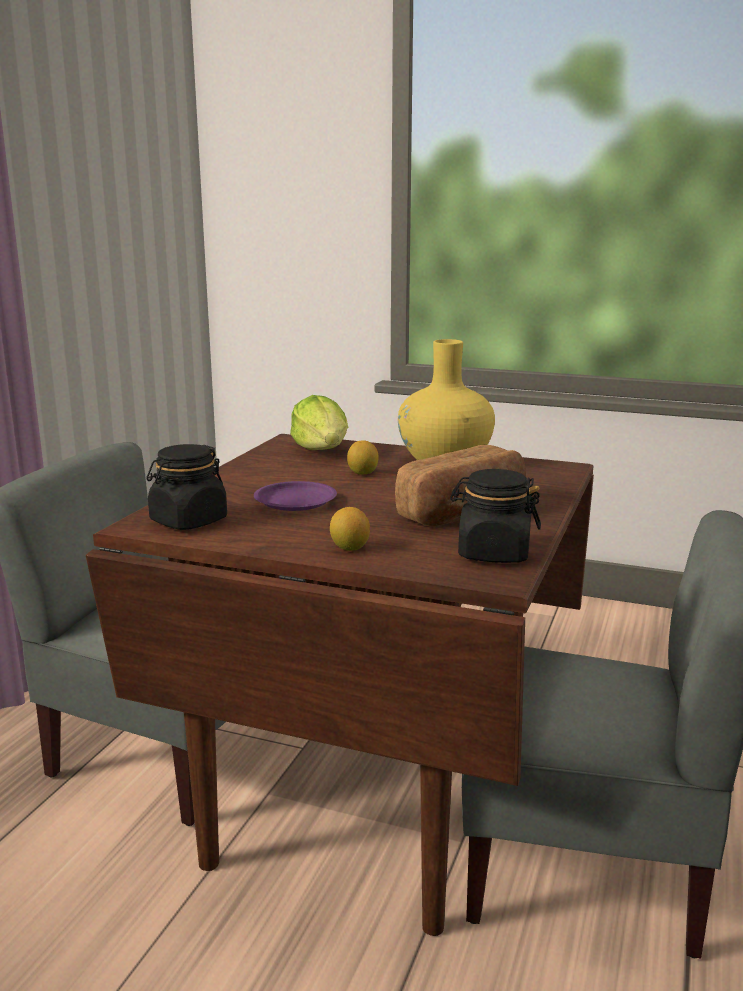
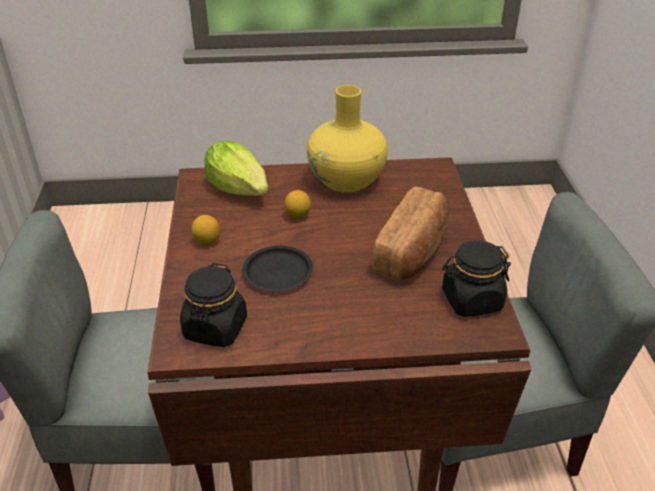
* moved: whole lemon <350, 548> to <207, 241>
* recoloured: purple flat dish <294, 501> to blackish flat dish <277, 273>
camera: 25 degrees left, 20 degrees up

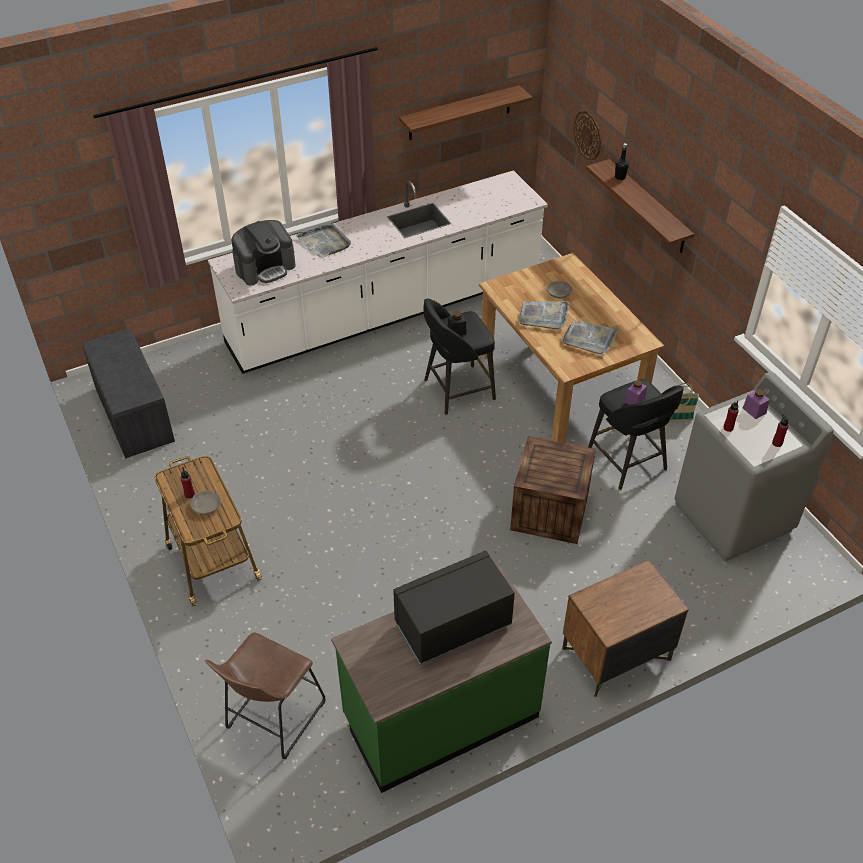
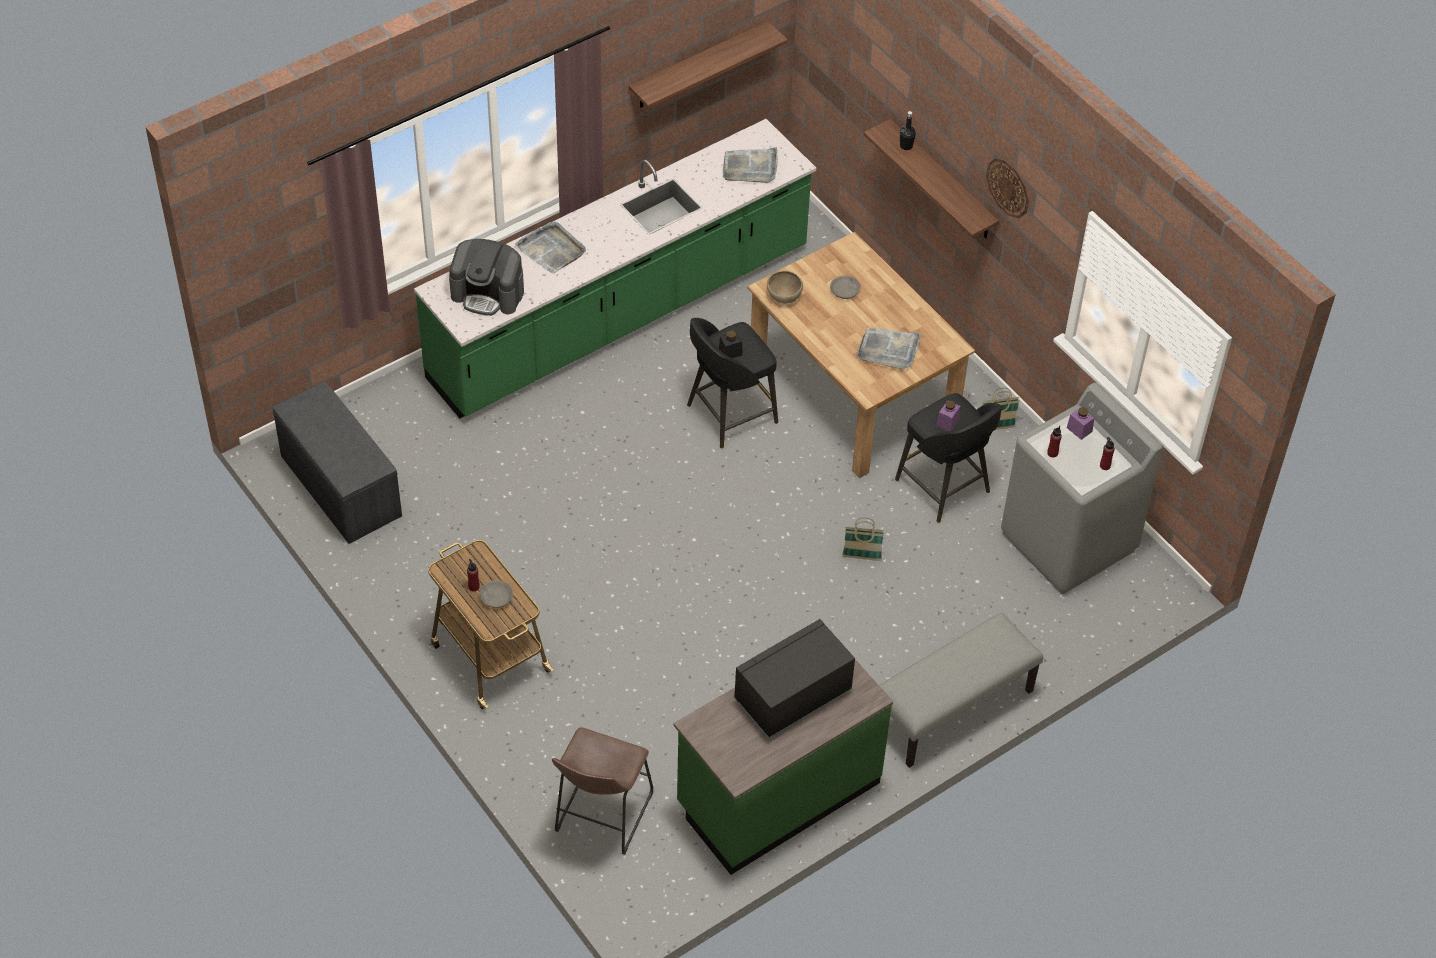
* added: brown serving bowl <783, 298>
* moved: gray serving tray <543, 316> to <750, 167>
* moved: hanging clock <587, 135> to <1008, 187>
* replaced: shipping crate <549, 511> to storage basket <861, 557>
* replaced: brown nightstand <615, 655> to gray bench <952, 710>
* recoloured: whitish counter <386, 313> to green counter <620, 315>
* turned: coffee machine <265, 268> = <488, 293> 60 degrees clockwise
camera: 10 degrees left, 5 degrees up

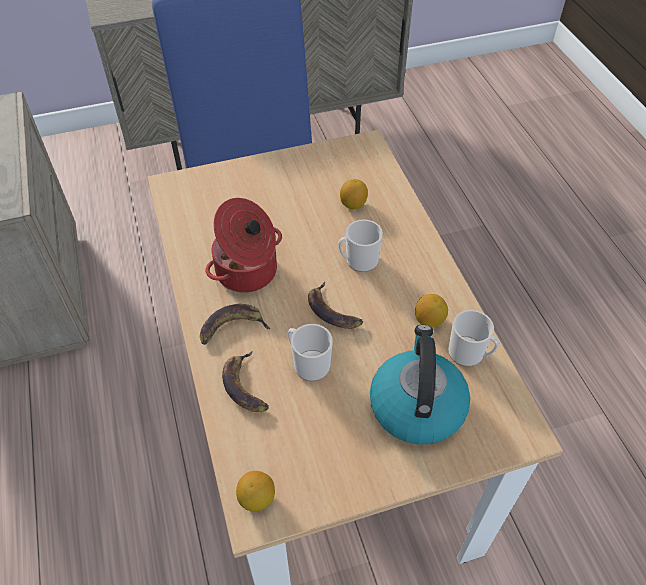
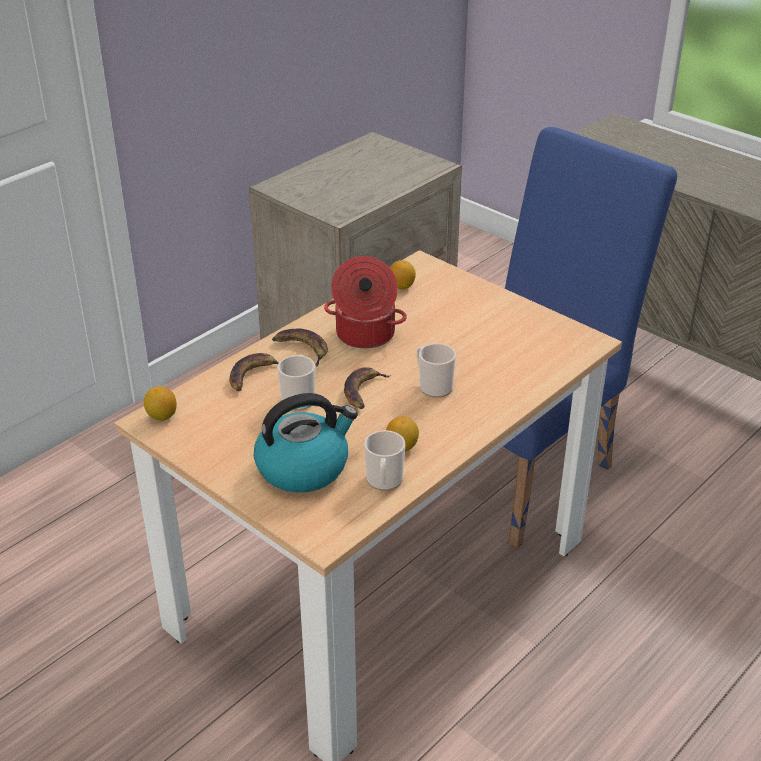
* moved: whole lemon <353, 204> to <401, 286>
camera: 60 degrees right, 15 degrees down

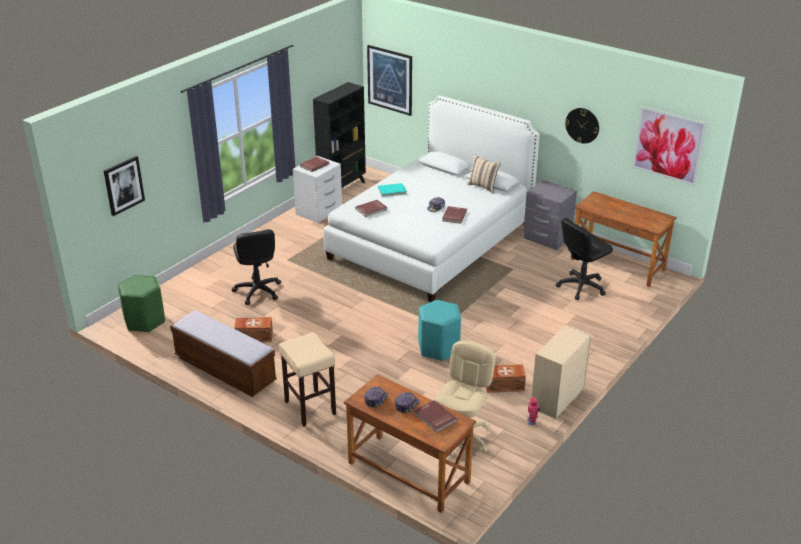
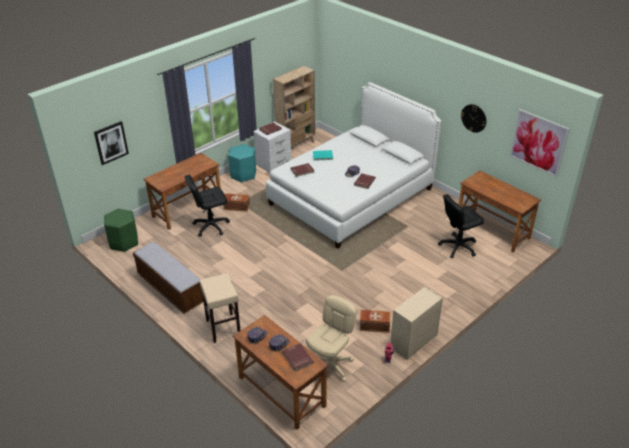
* removed: picture <390, 80>
* removed: sand-coloured cushion <483, 186>
* removed: gray nightstand <547, 238>
* added: brown desk unit <187, 209>
* moved: brown storage container <254, 336> to <236, 207>
* moved: turquoise stool <438, 348> to <243, 175>
* recoloured: blackish bookshelf <342, 188> to sand-coloured bookshelf <296, 146>
* turned: blackish office chair <257, 291> = <211, 226> 75 degrees clockwise
camera: 10 degrees right, 5 degrees up

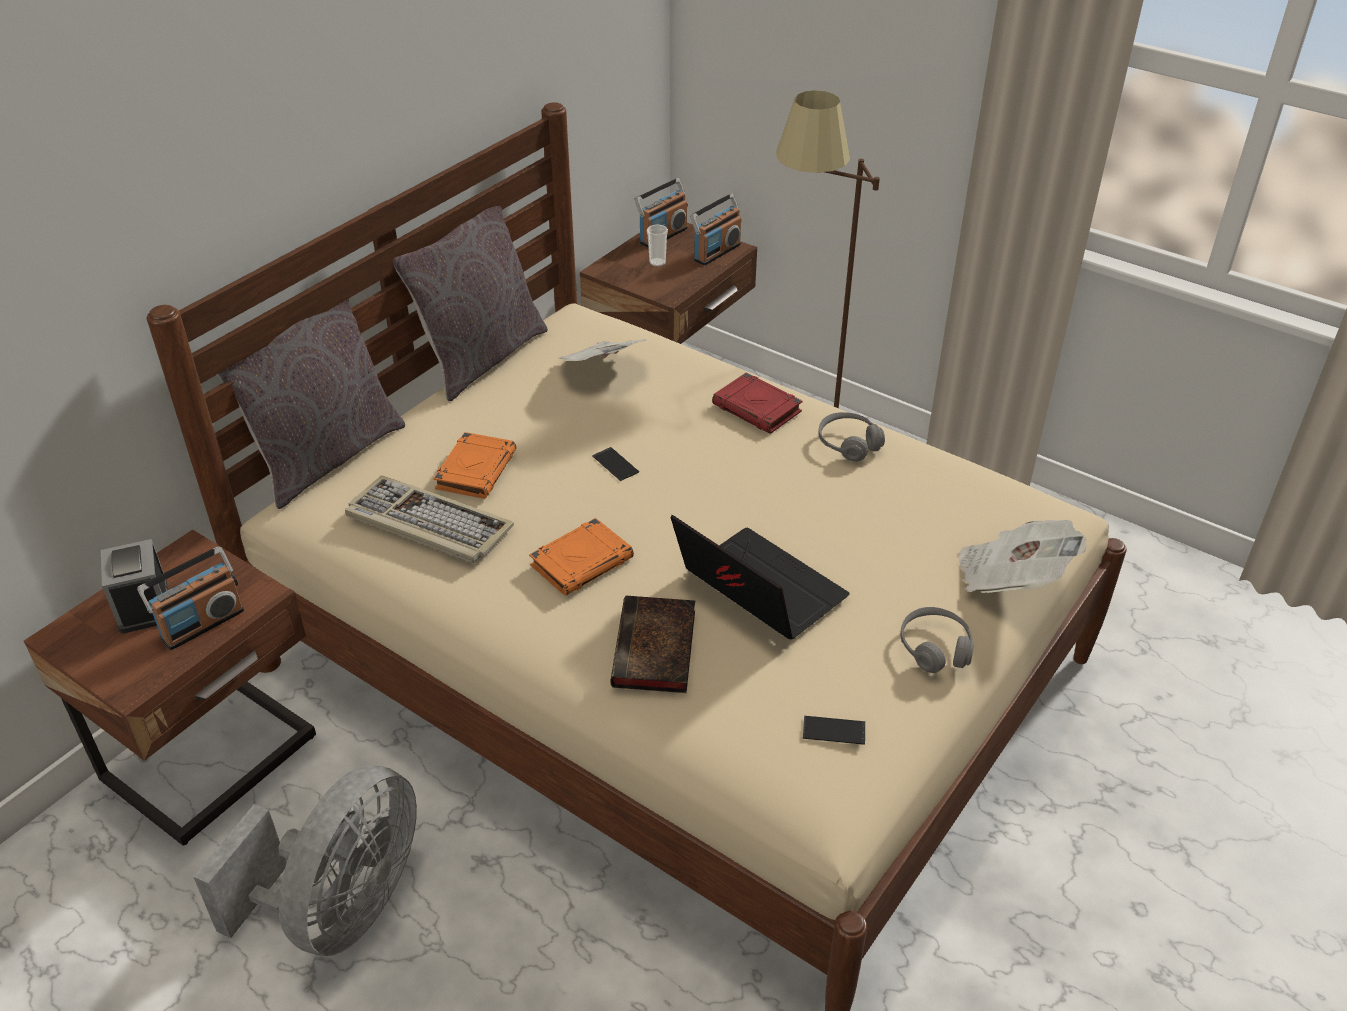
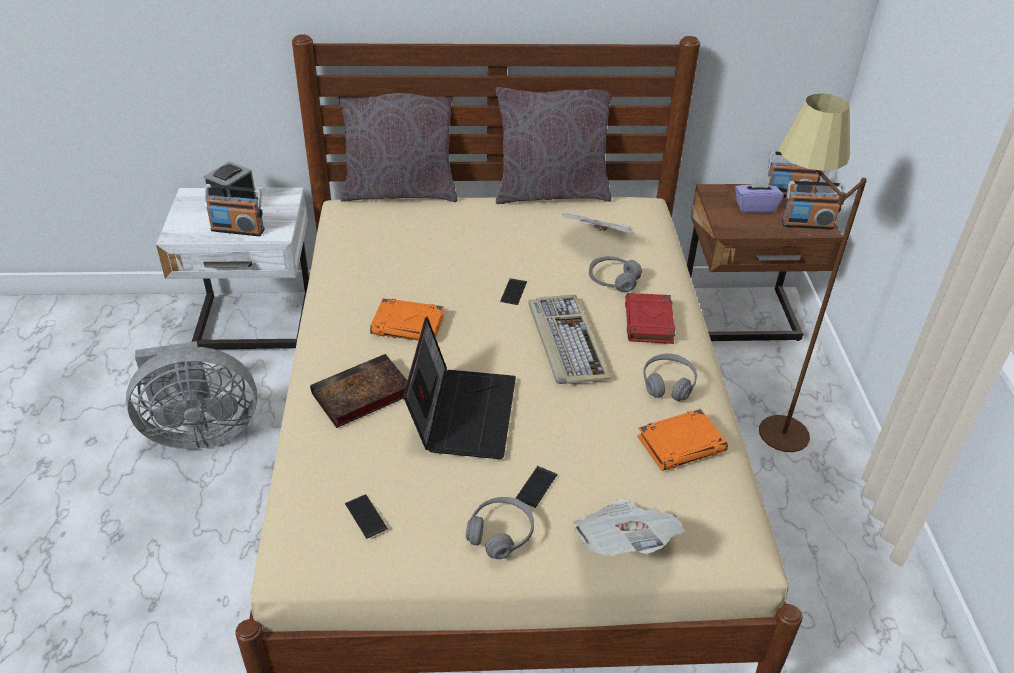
* added: handset <536, 487>
* added: gray headset <613, 280>
* moved: PC keyboard <426, 524> to <565, 341>
* moved: orange-coloured book <476, 470> to <681, 444>
* replaced: cup <657, 262> to purple box of tissues <755, 207>
* recoloured: brown nightstand <215, 761> to whitish nightstand <255, 326>
camera: 50 degrees right, 0 degrees up

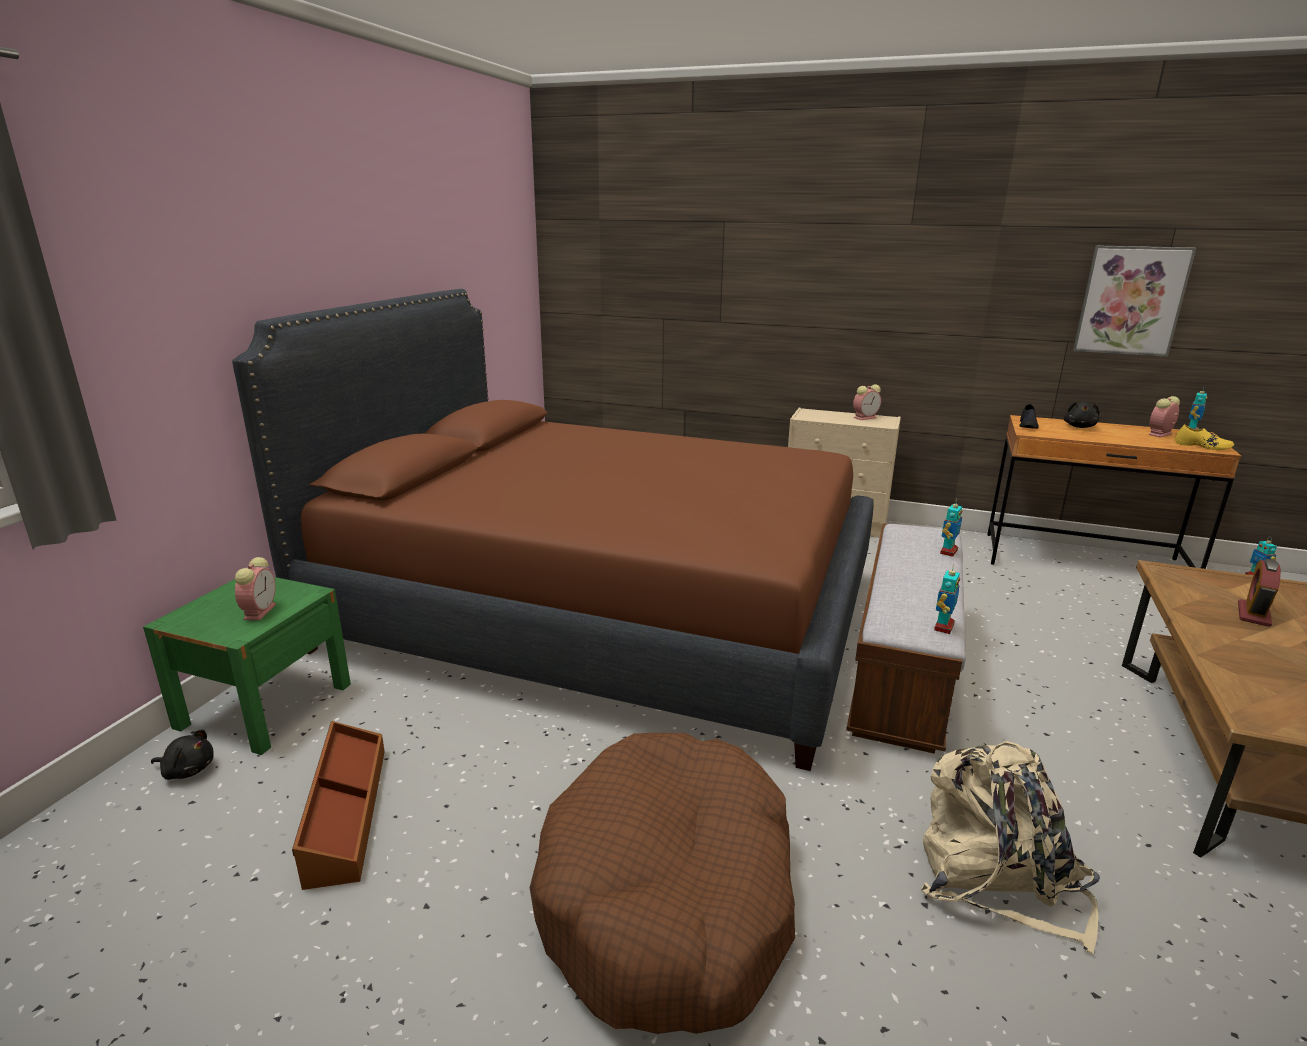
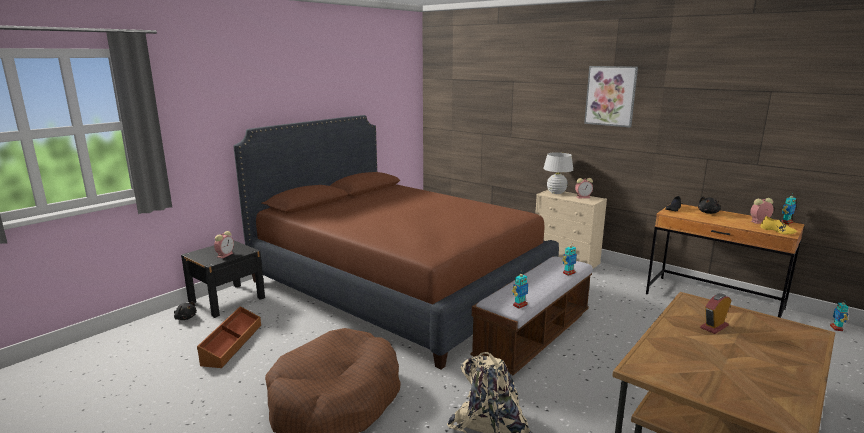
* added: whitish table lamp <556, 192>
* moved: picture <1130, 301> to <610, 96>
* recoloured: green nightstand <265, 705> to blackish nightstand <227, 300>
camera: 20 degrees right, 5 degrees down

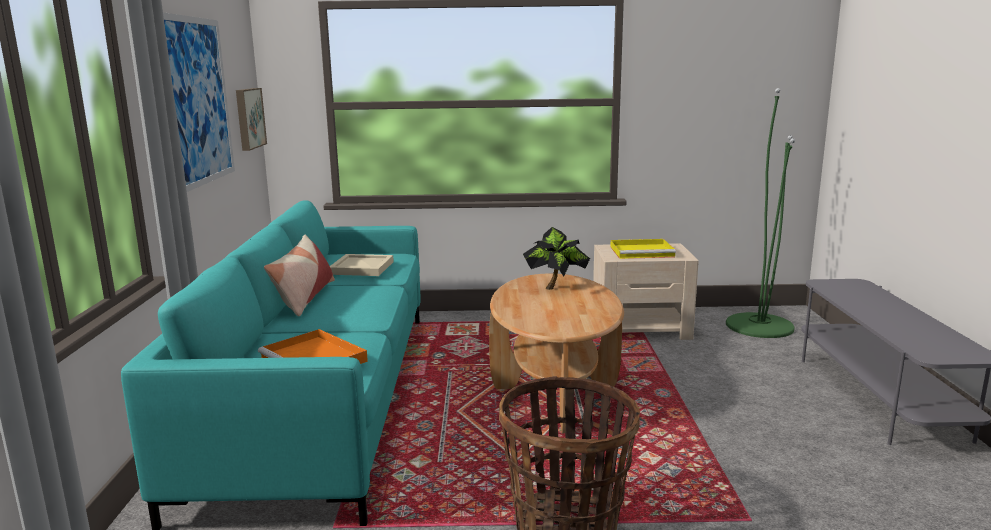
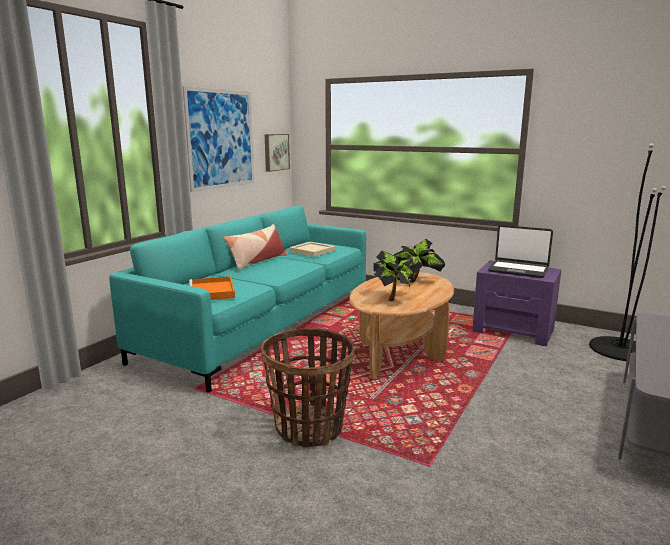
* added: houseplant <393, 298>
* replaced: yellowish serving tray <643, 252> to laptop <518, 270>
* recoloured: sand-coloured nightstand <641, 328> to purple nightstand <514, 330>
* recoloured: green standing lamp <759, 326> to blackish standing lamp <620, 349>
camera: 30 degrees right, 0 degrees up

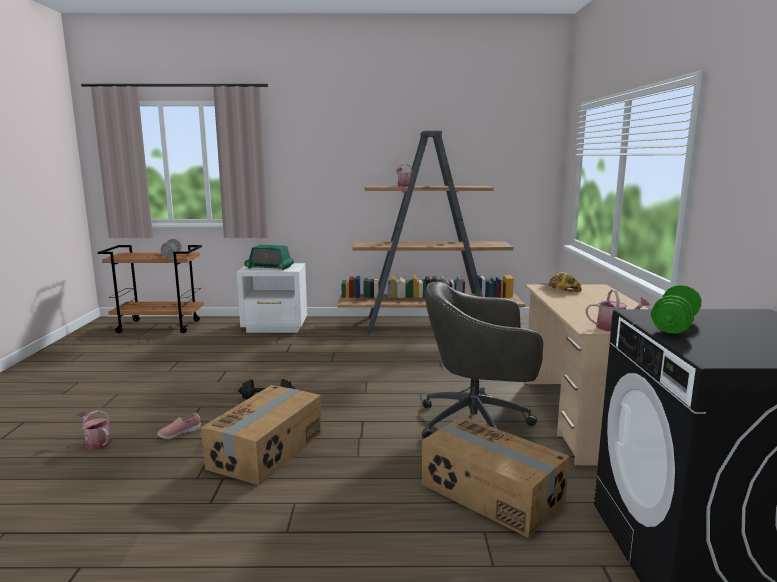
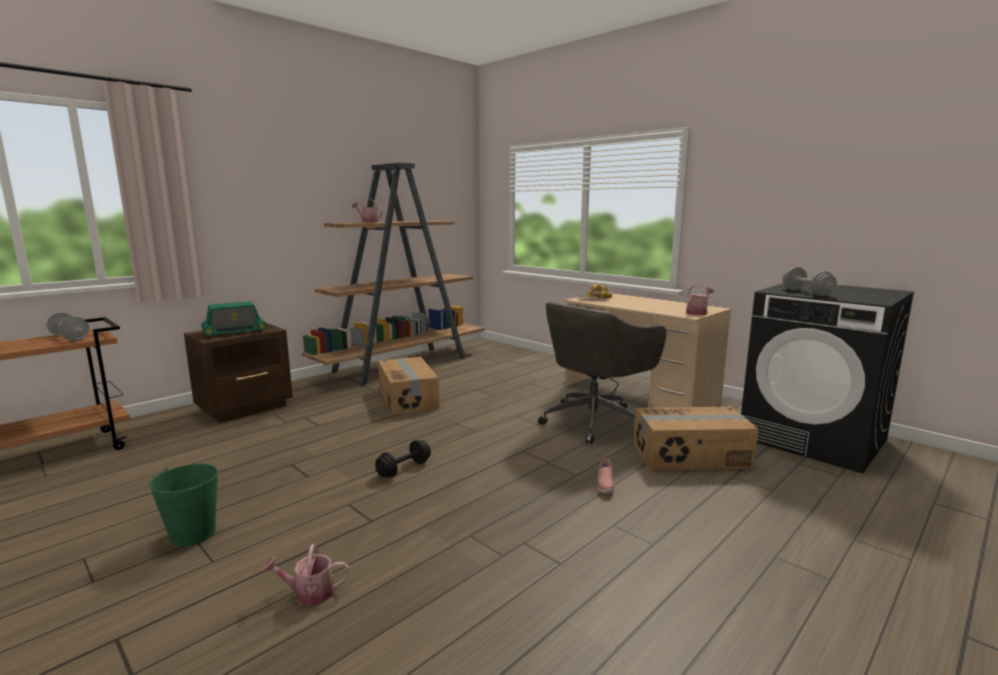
* added: green pail <193, 534>
* moved: pink-coloured item of footwear <179, 434> to <605, 485>
* moved: cardboard box <267, 450> to <408, 398>
* recoloured: whitish nightstand <276, 327> to brown nightstand <246, 408>
* recoloured: green free weight <674, 325> to gray free weight <807, 293>
camera: 45 degrees left, 0 degrees up

